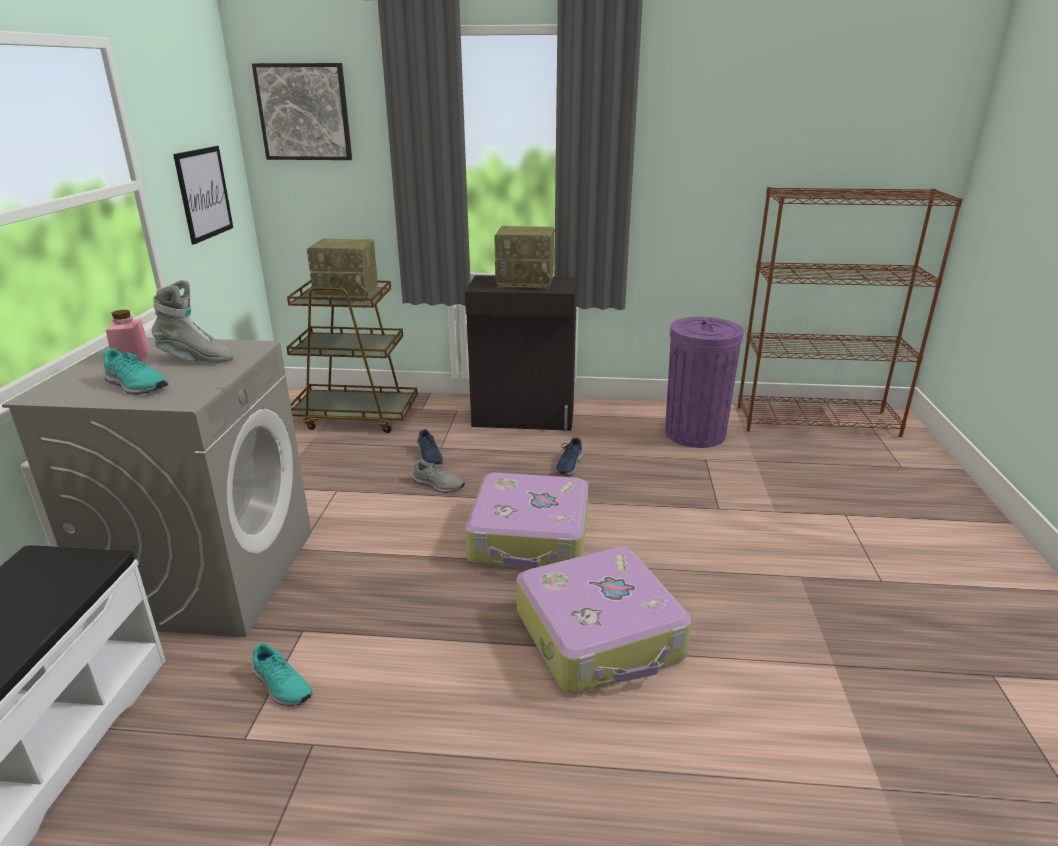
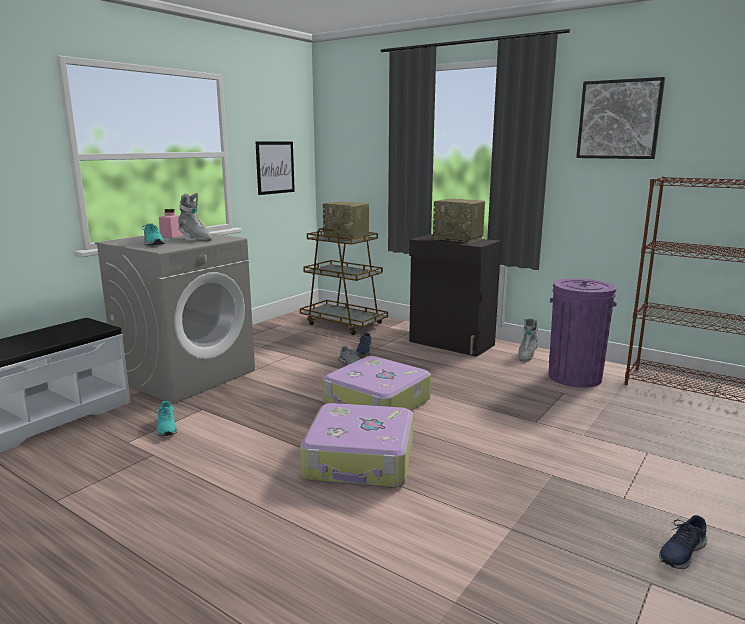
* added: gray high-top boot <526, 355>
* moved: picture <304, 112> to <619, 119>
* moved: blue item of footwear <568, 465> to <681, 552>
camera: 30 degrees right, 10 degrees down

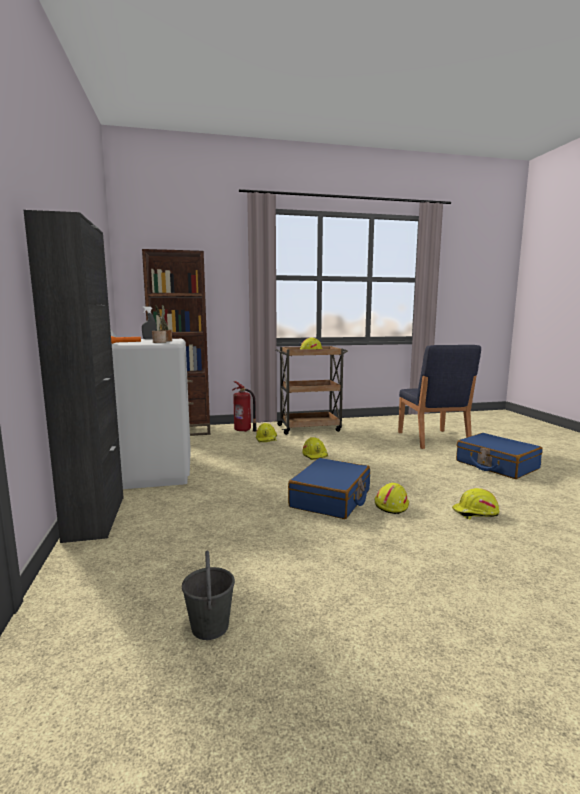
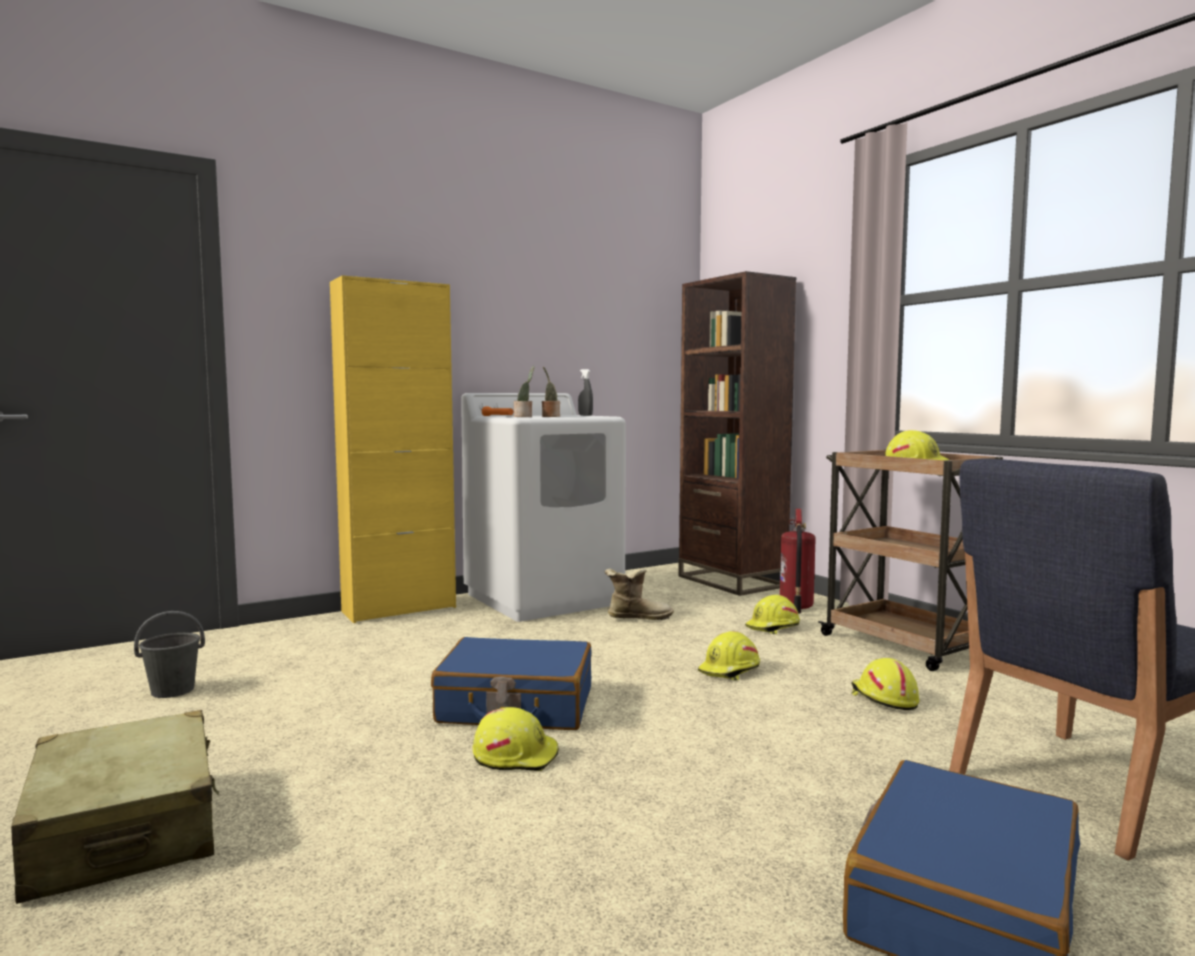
* added: sand-coloured travel case <125, 830>
* added: high-top boot <637, 617>
* moved: yellowish work helmet <475, 513> to <883, 698>
* recoloured: blackish cabinet <95, 518> to yellowish cabinet <399, 609>
camera: 70 degrees right, 5 degrees down

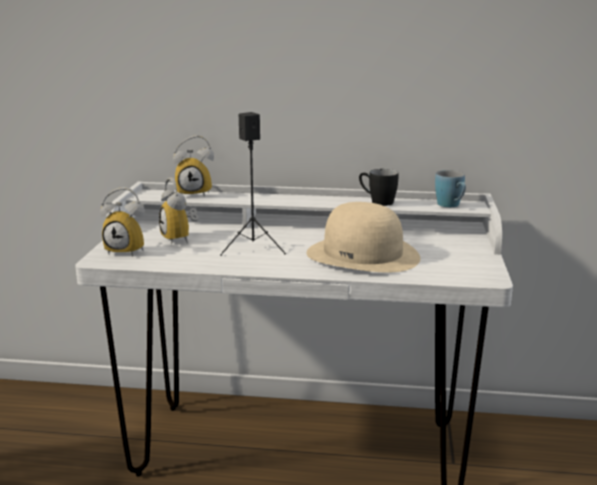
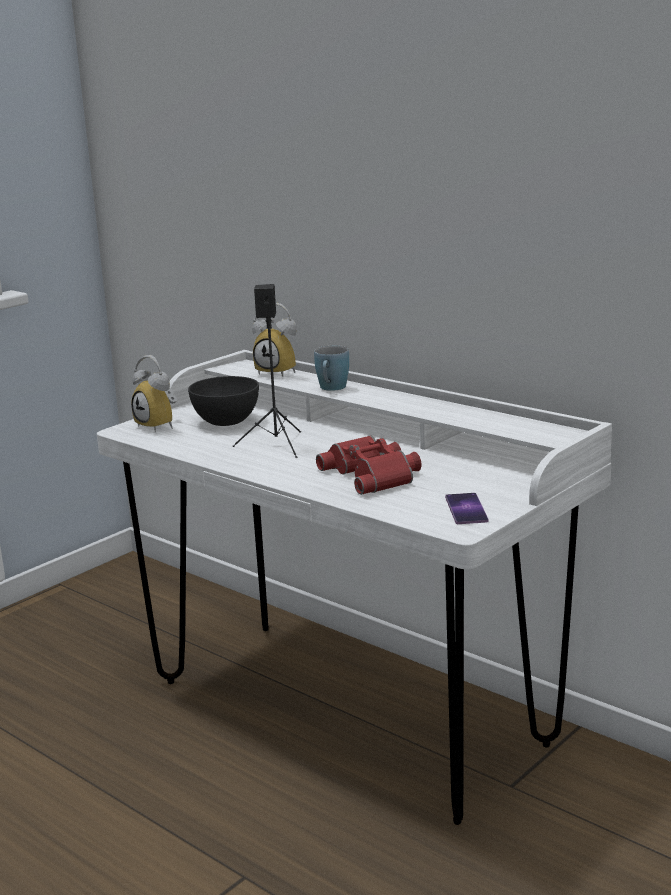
* removed: blackish tea mug <377, 201>
* added: handset <466, 509>
* moved: blue tea mug <451, 205> to <331, 388>
* replaced: alarm clock <181, 239> to gray serving bowl <226, 422>
* replaced: sand-coloured wearable hat <363, 255> to reddish field glasses <374, 474>
camera: 35 degrees right, 0 degrees up

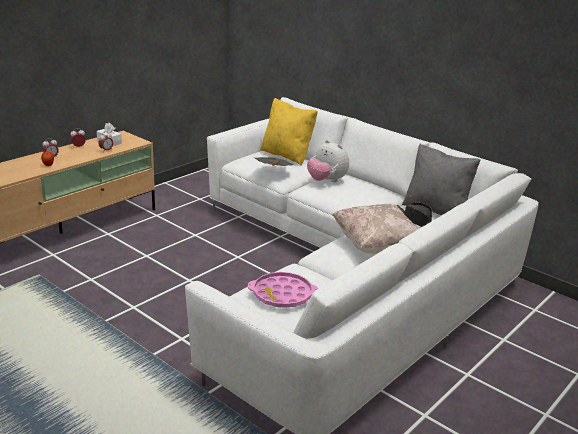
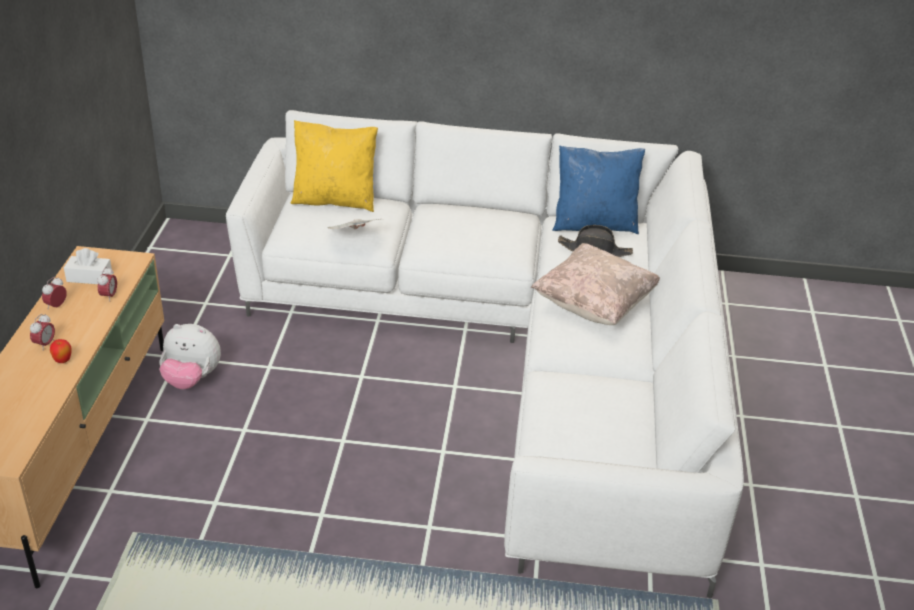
* removed: pink-coloured serving tray <282, 295>
* moved: cuddly toy <326, 181> to <191, 379>
* recoloured: gray cushion <435, 210> to blue cushion <594, 224>
camera: 35 degrees left, 10 degrees up

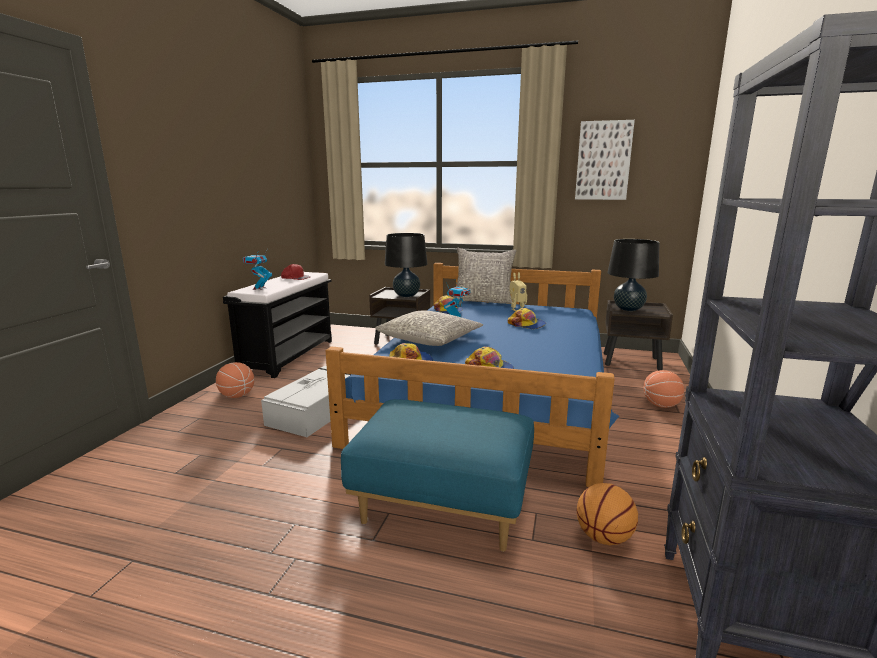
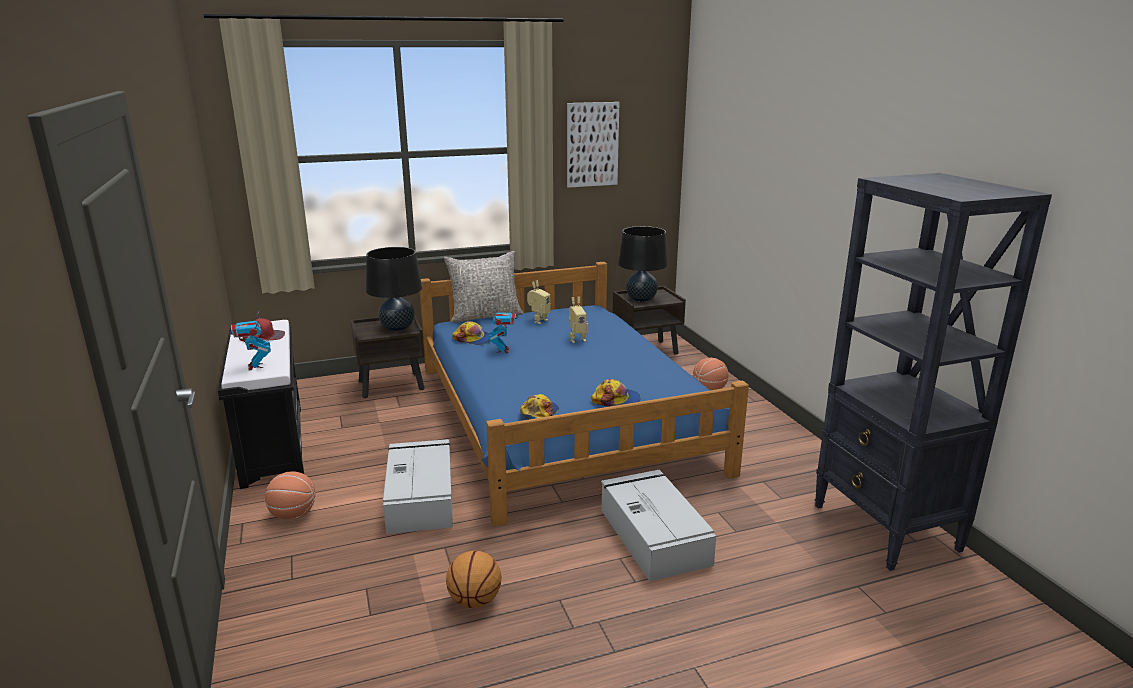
* removed: gray cushion <430, 339>
* moved: basketball <604, 538> to <475, 601>
* replaced: blue pouffe <444, 506> to gray storage container <653, 535>
* replaced: peaked cap <527, 324> to model robot <577, 339>
camera: 35 degrees left, 5 degrees up

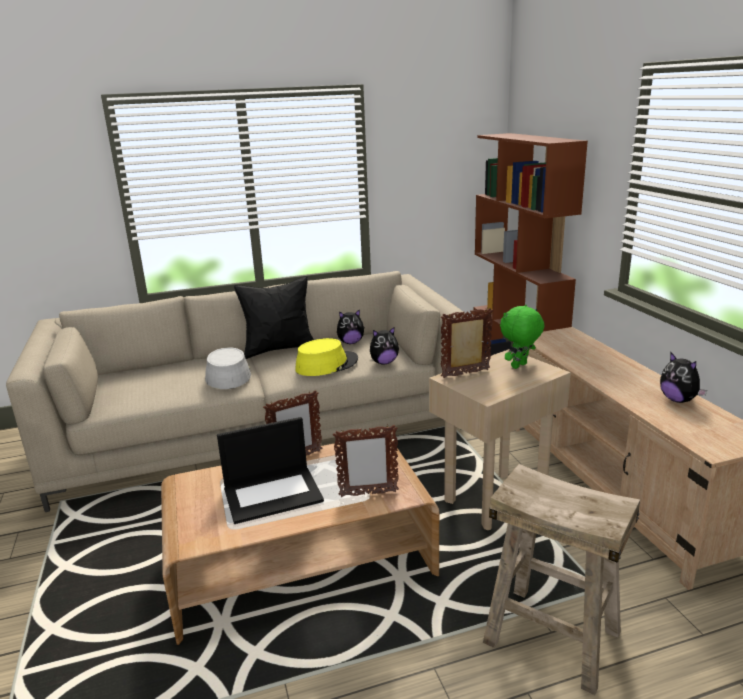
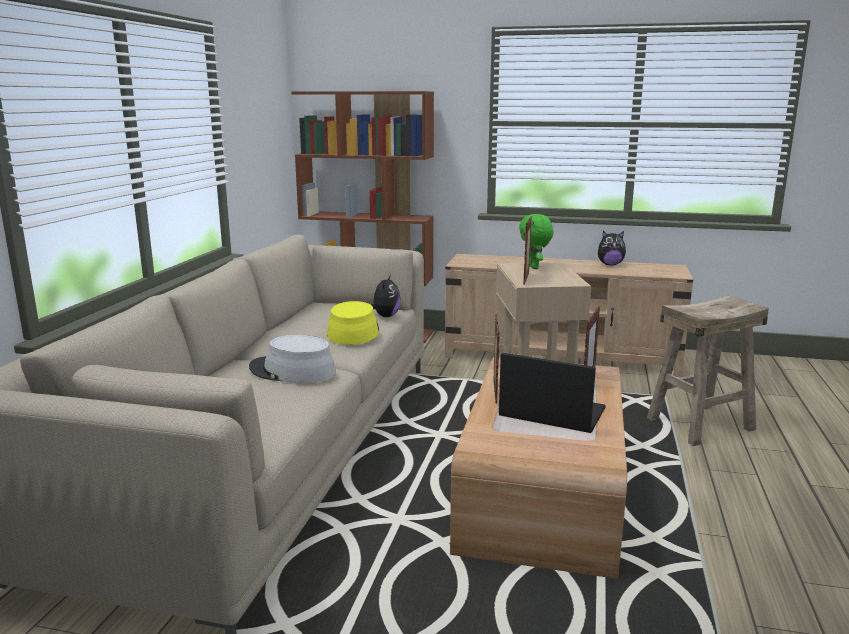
* removed: blackish cushion <279, 349>
* removed: cuddly toy <350, 342>
* turned: laptop <273, 494> = <550, 412> 75 degrees counterclockwise
camera: 60 degrees left, 5 degrees down

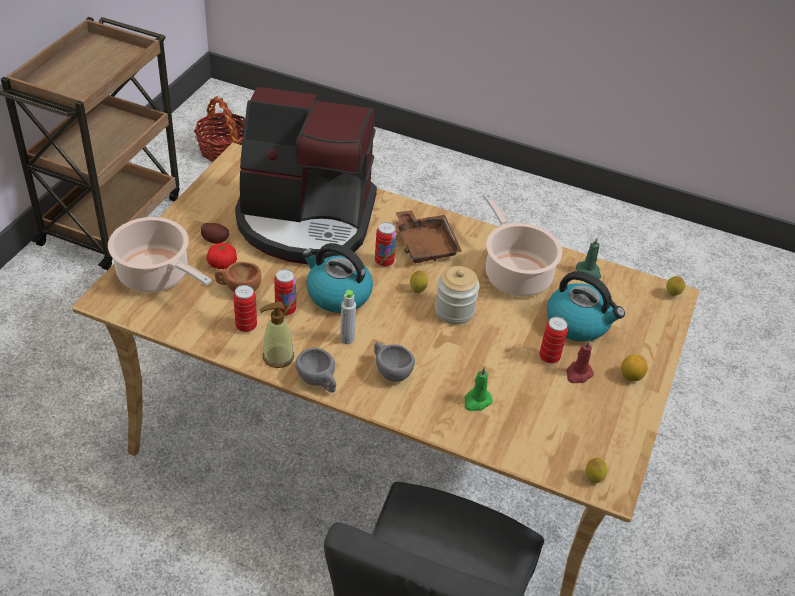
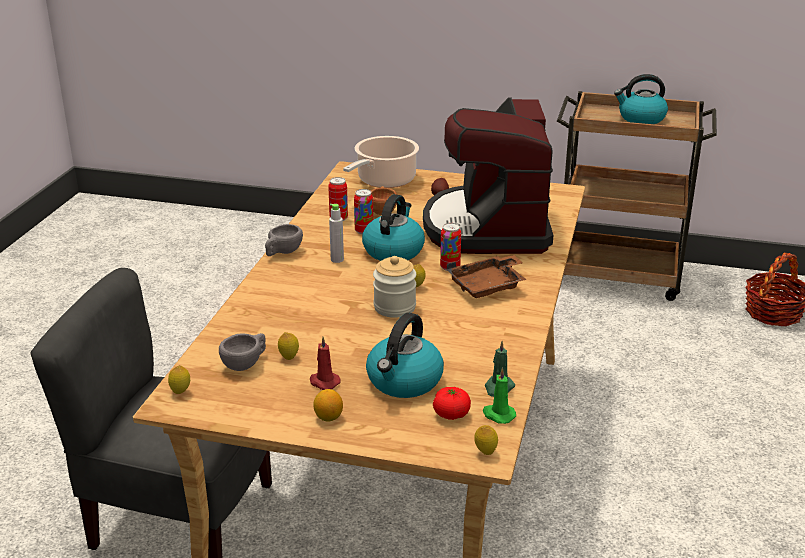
* removed: soap dispenser <278, 357>
* removed: saucepot <515, 273>
* removed: can <549, 357>
* added: whole lemon <289, 357>
* added: kettle <641, 118>
* moved: fresh tomato <222, 264> to <451, 414>
* moved: gray cup <390, 371> to <246, 364>
* moved: green wax light <477, 401> to <498, 415>
camera: 85 degrees right, 15 degrees down

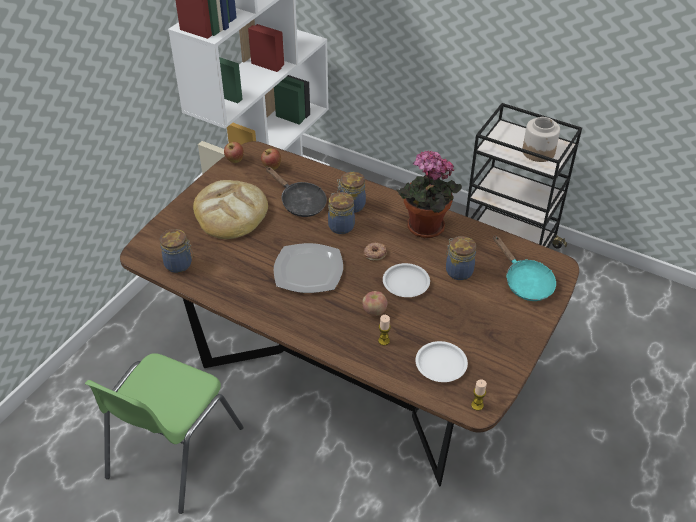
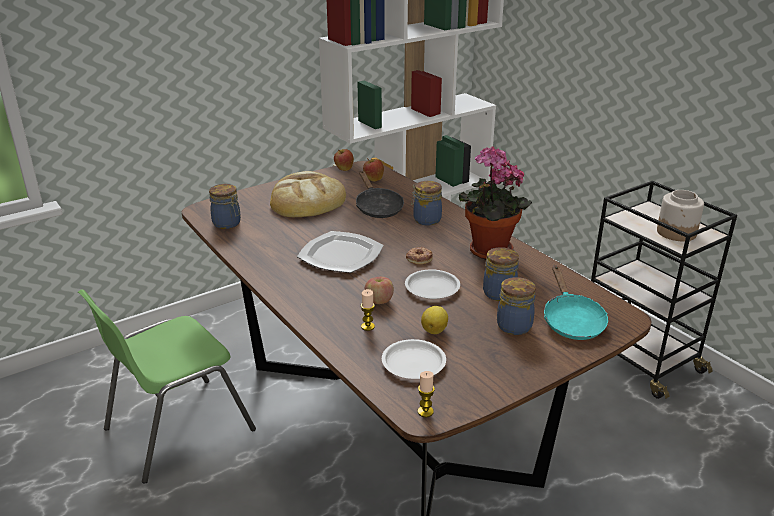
* added: whole lemon <434, 330>
* moved: storage jar <340, 226> to <513, 325>
camera: 25 degrees right, 15 degrees down

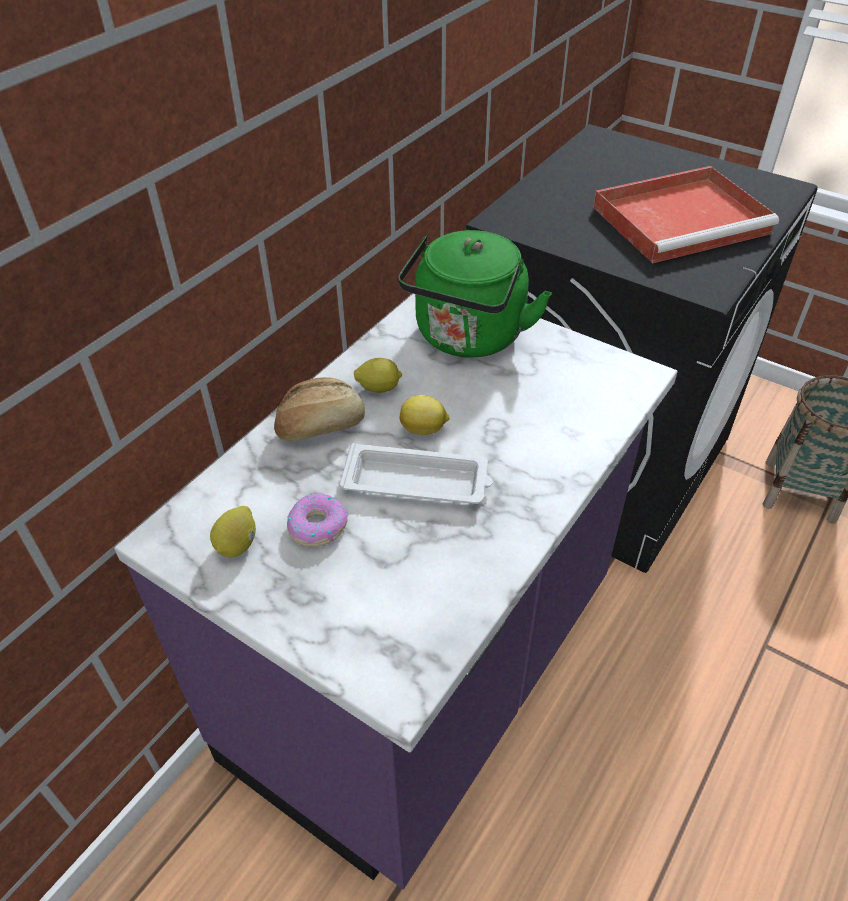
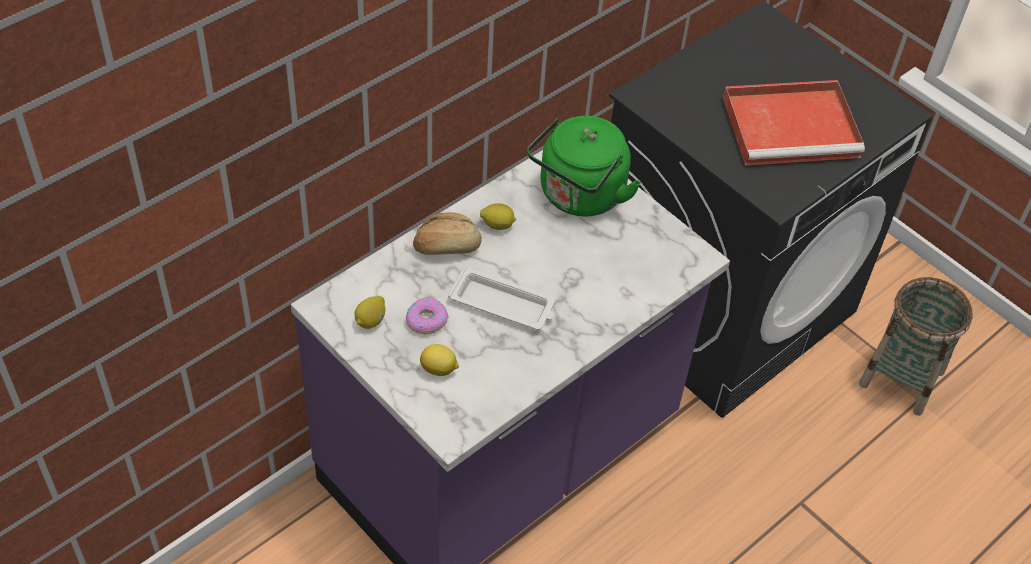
* moved: whole lemon <424, 430> to <439, 370>
camera: 10 degrees right, 5 degrees up

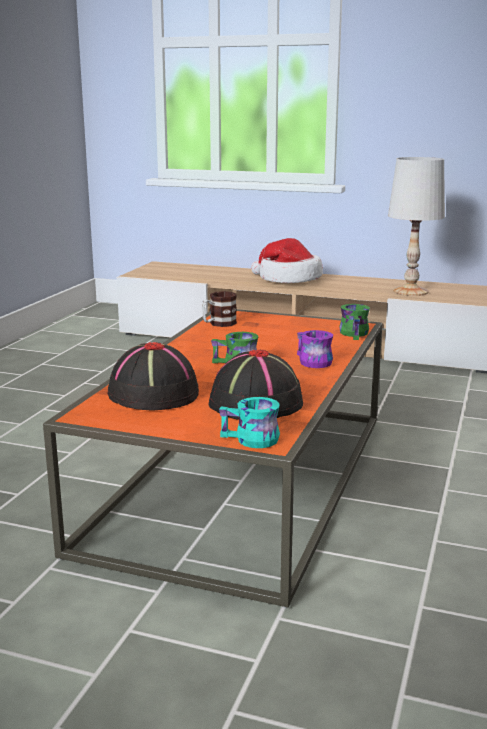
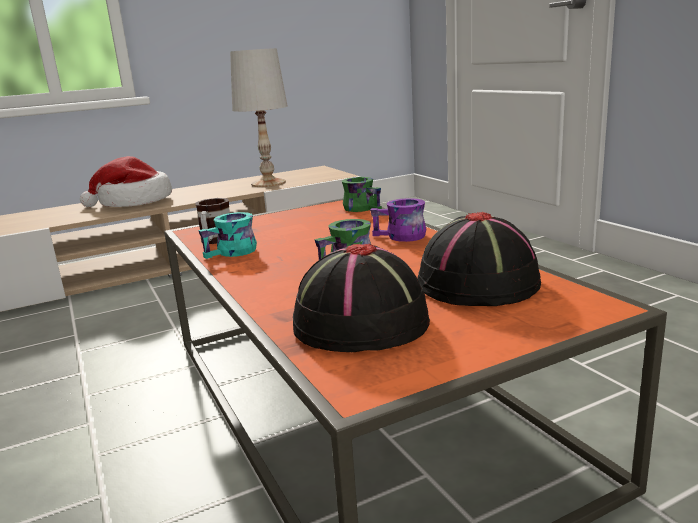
* moved: turquoise tea mug <250, 440> to <233, 253>
camera: 45 degrees left, 0 degrees up

